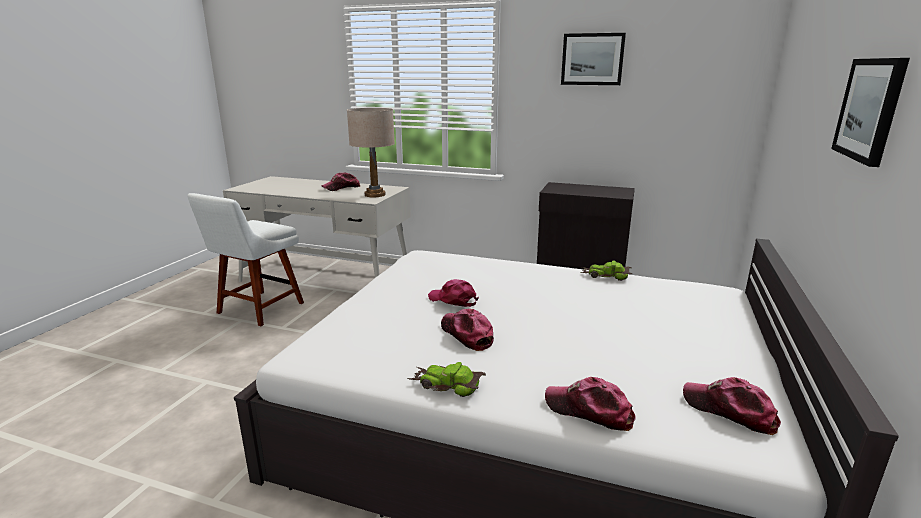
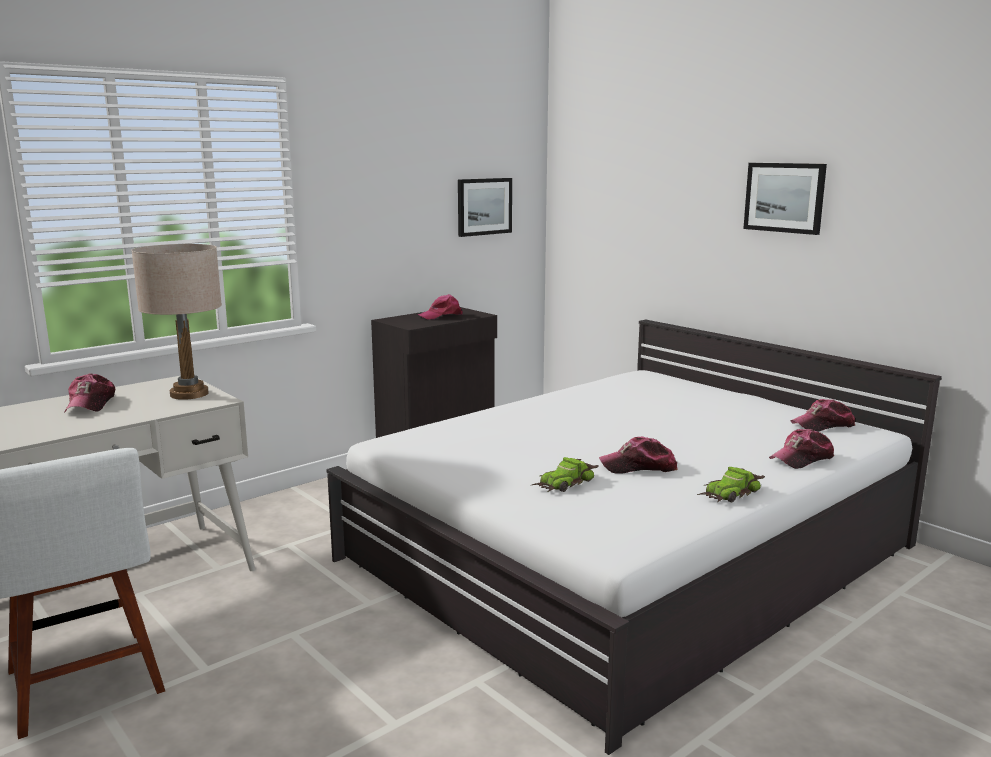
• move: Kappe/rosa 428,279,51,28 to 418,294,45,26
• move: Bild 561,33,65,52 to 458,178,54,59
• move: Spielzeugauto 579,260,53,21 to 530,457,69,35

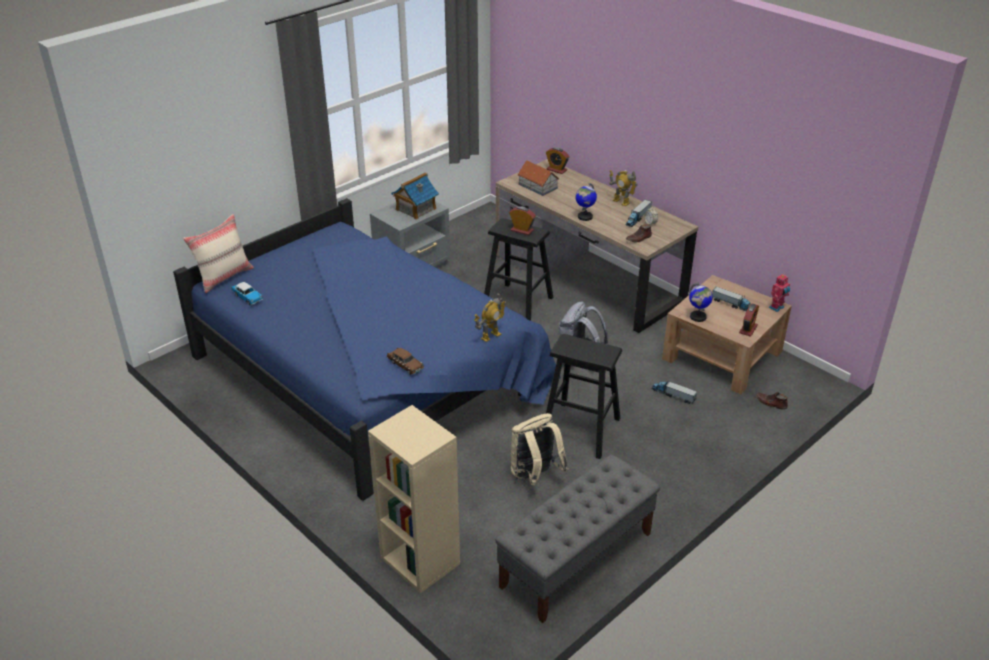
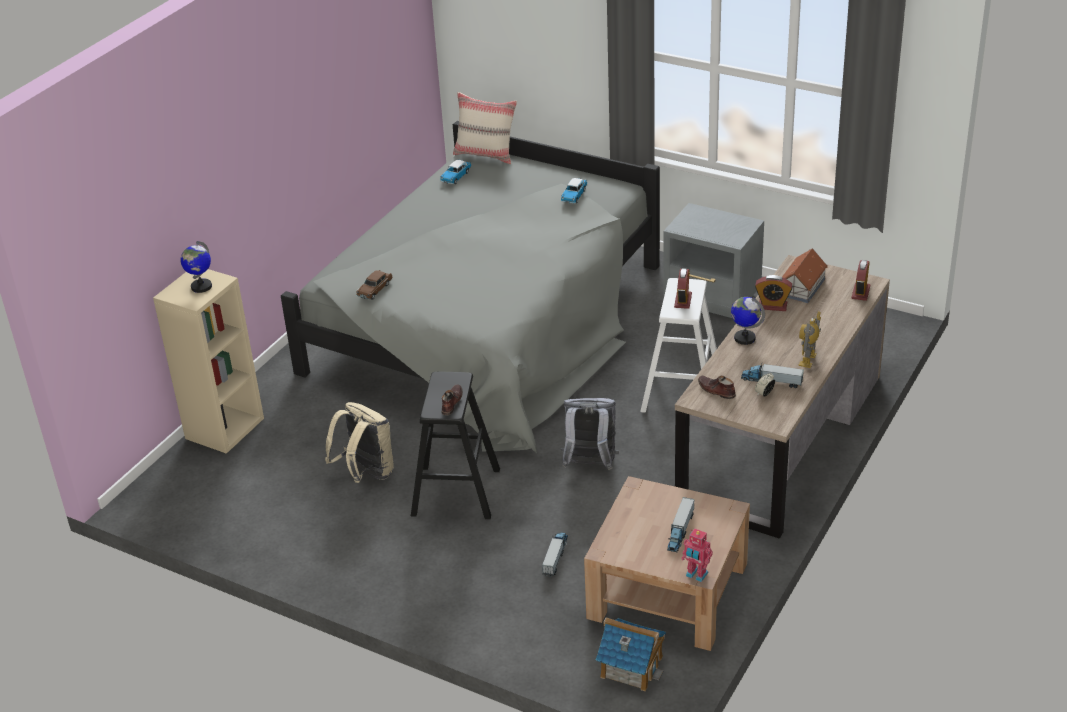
• move: Globus 689,283,24,39 to 181,241,31,52
• recolor: Bett/blau 173,198,387,303 to Bett/grau 281,121,379,333
• move: Schuh/braun 756,392,32,18 to 442,384,21,31
• insert: Spielzeugauto 561,178,27,26
• move: Spielzeughaus 391,173,48,47 to 596,617,70,74
• recolor: Hocker/schwarz 484,218,69,103 to Hocker/weiß 640,278,77,135
• move: Wecker 739,304,20,33 to 755,275,38,36
• delete: Spielzeugroboter 474,293,33,49
• delete: Bank/grau 495,454,165,169

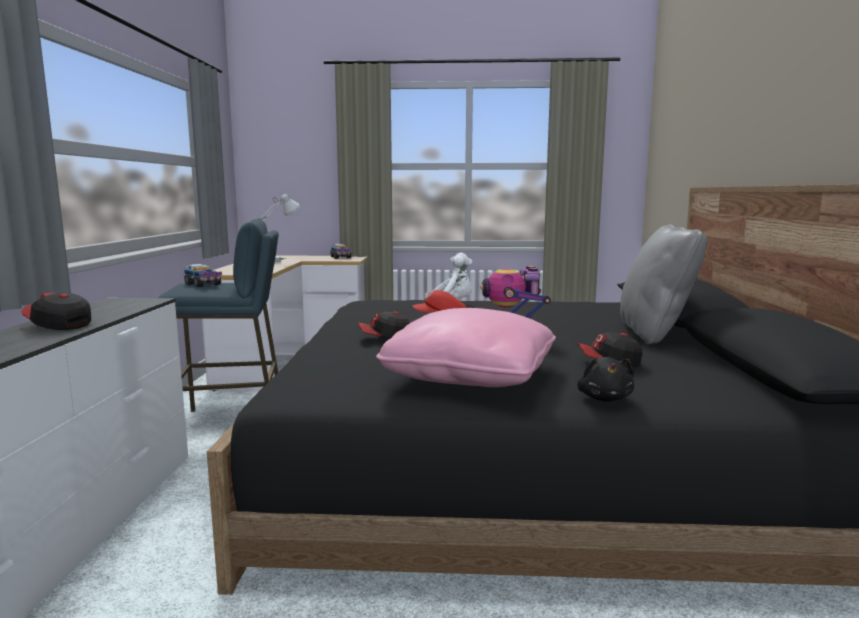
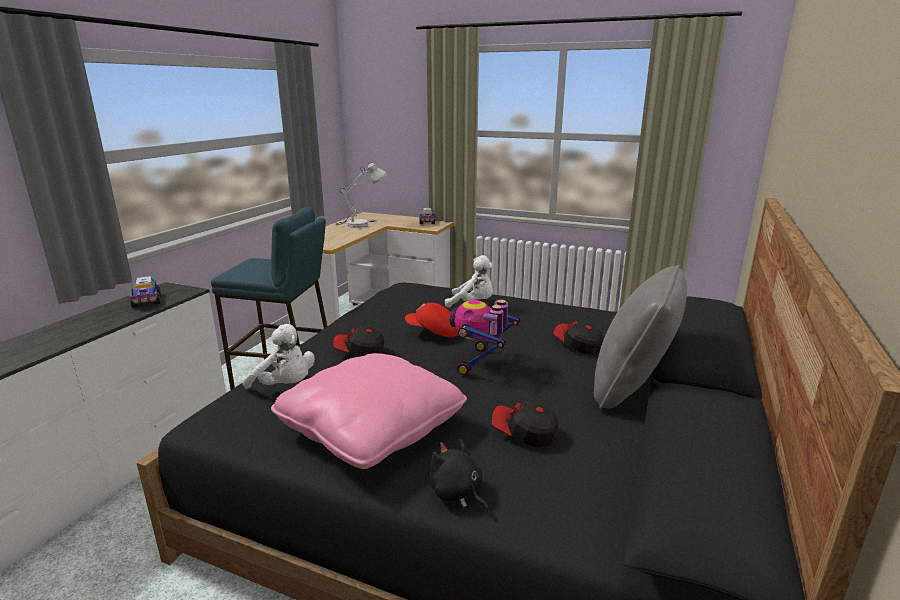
• move: Spielzeuglaster 184,264,38,23 to 130,276,31,32
• insert: Plüschtier/weiß 242,324,73,65
• rotate: Plüschtier/schwarz 577,357,57,44 = 429,439,60,74 120 degrees clockwise
• move: Kappe 21,293,70,37 to 553,321,50,33

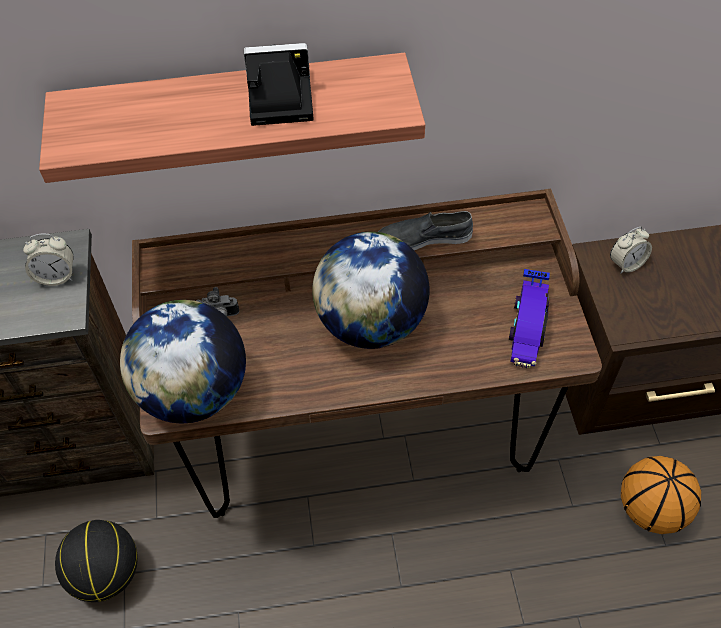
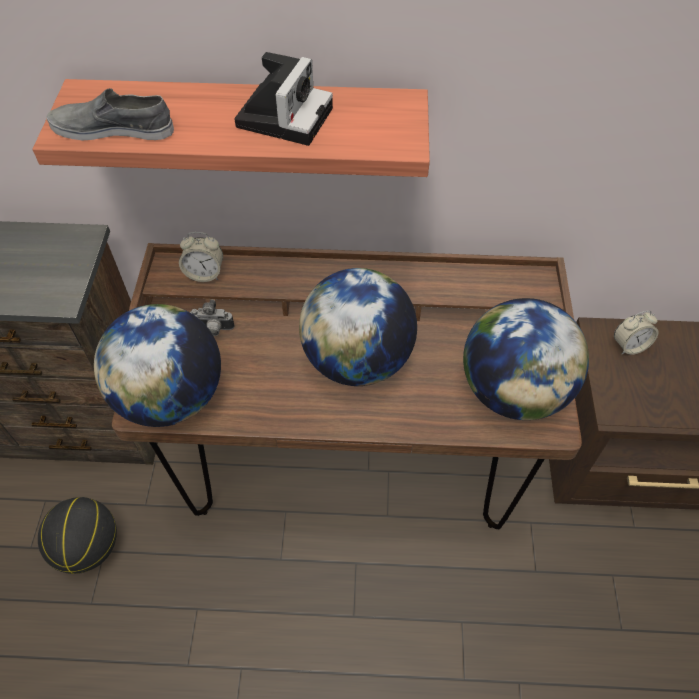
• move: Schuh/grau 378,211,95,39 to 46,88,128,52
• move: Wecker 23,234,51,52 to 179,232,44,50
• rotate: Kamera 244,43,70,83 = 235,52,98,94 105 degrees clockwise
• replace: Spielzeugauto 509,269,41,99 to Globus 463,298,126,122
• delete: Basketball 621,456,80,78

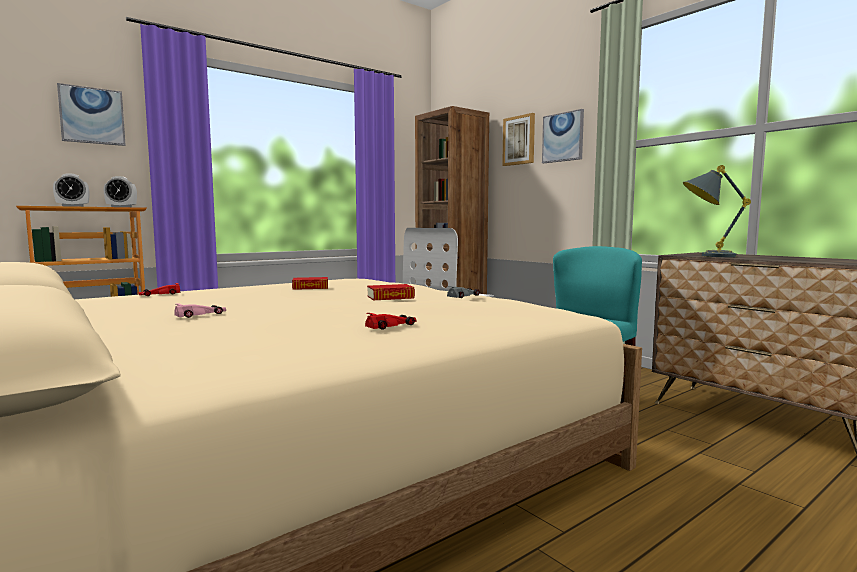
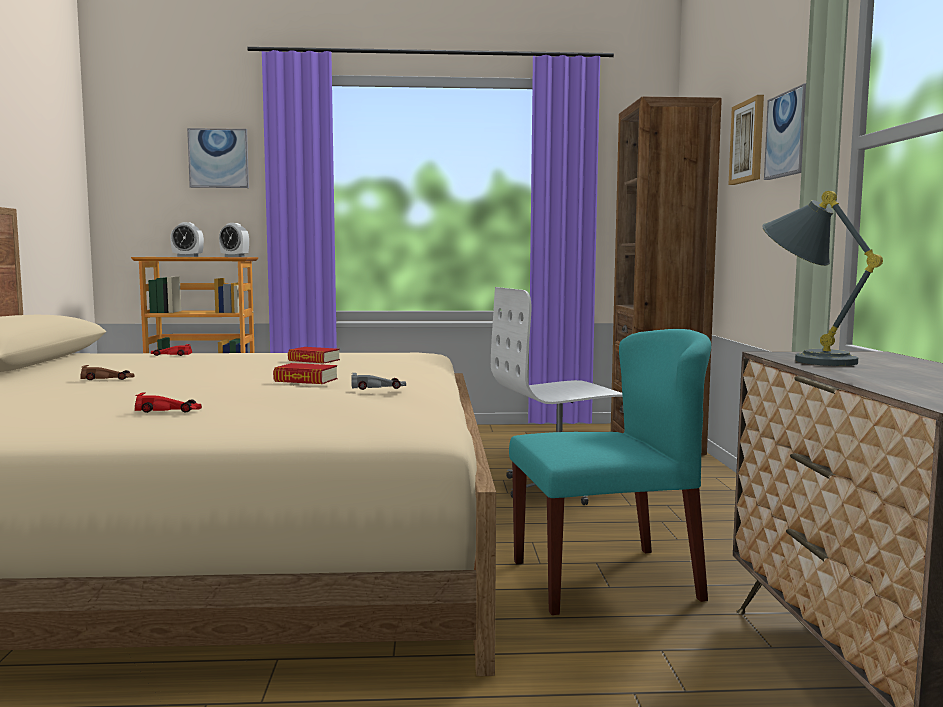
• recolor: Spielzeugauto/rosa 174,303,52,15 to Spielzeugauto/braun 80,365,55,15

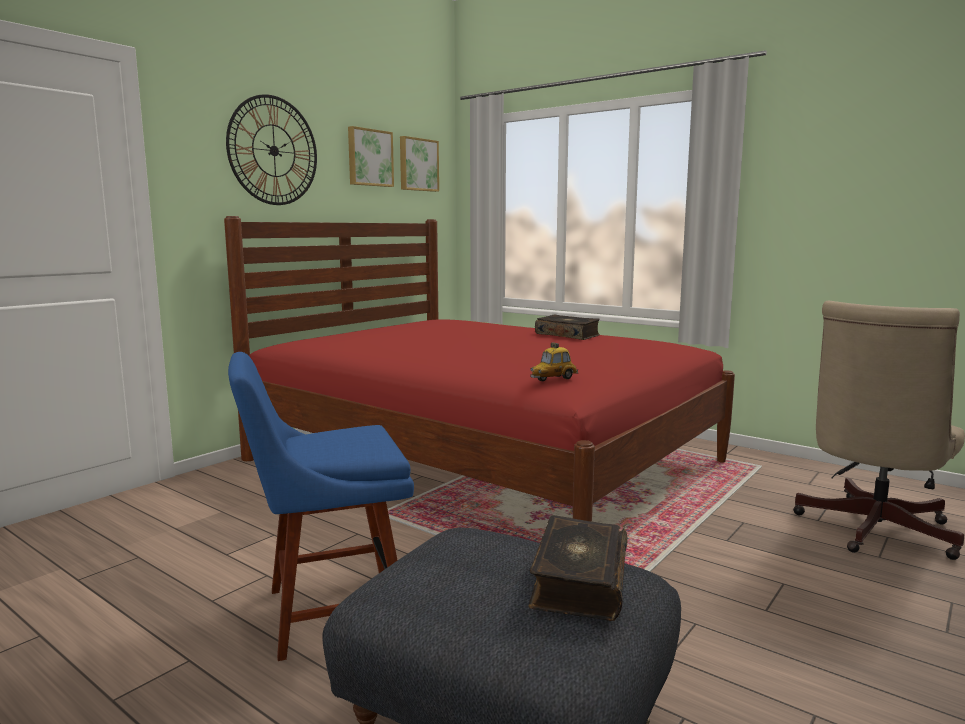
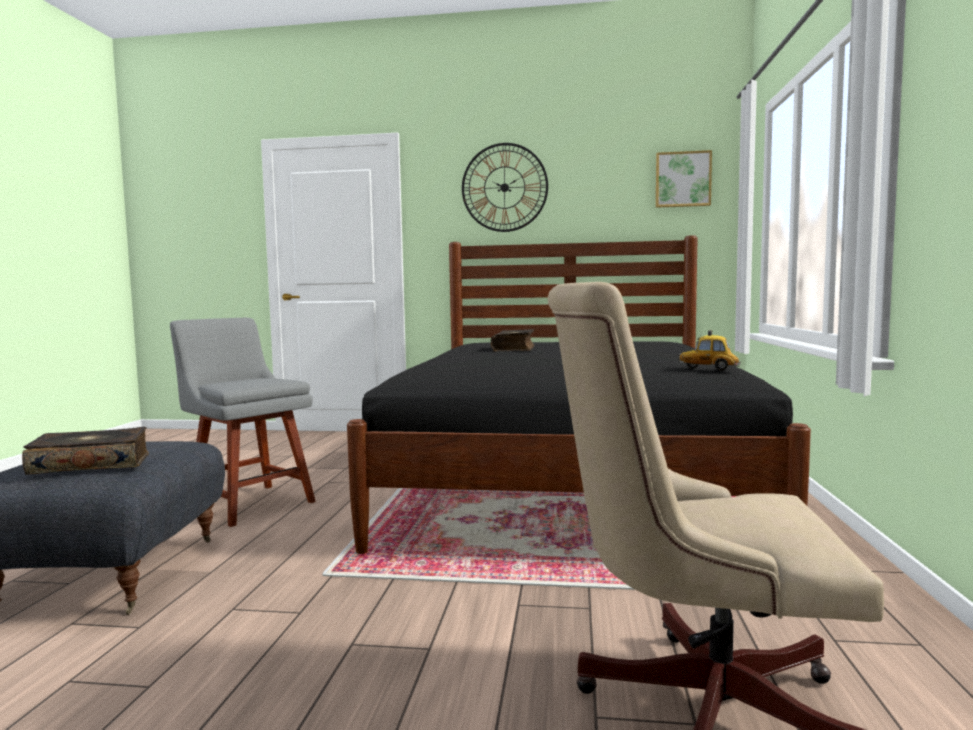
• recolor: Stuhl/blau 228,352,186,309 to Stuhl/grau 170,318,146,209
• recolor: Bett/rot 224,216,511,306 to Bett/schwarz 347,235,464,319
• move: Buch 535,315,65,25 to 491,329,44,22
• move: Spielzeugauto 530,342,48,39 to 679,330,61,40
• delete: Bild 348,126,46,61

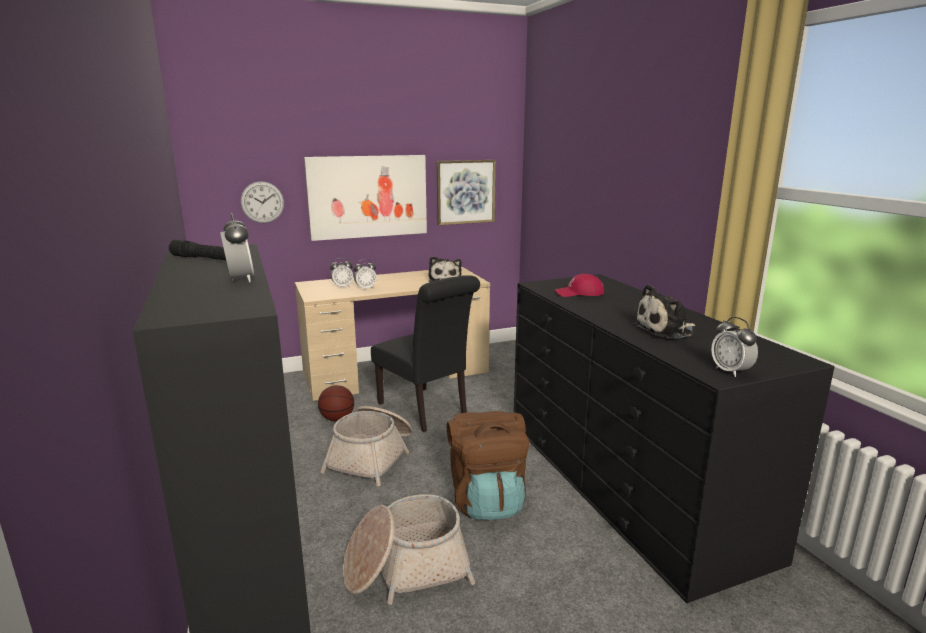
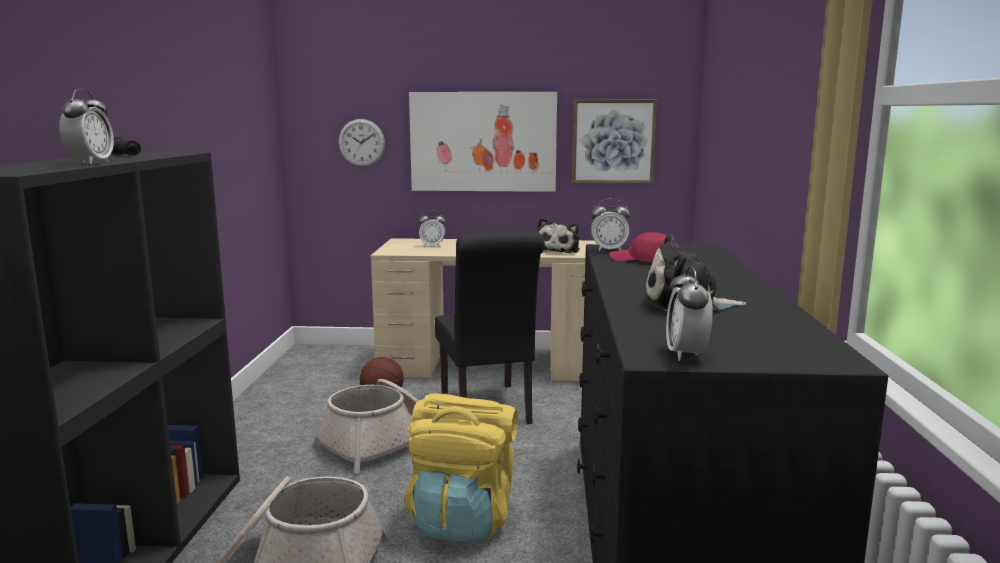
• recolor: Rucksack/braun 447,411,83,109 to Rucksack/gelb 405,393,113,149
• move: Wecker 354,259,23,31 to 591,199,39,52

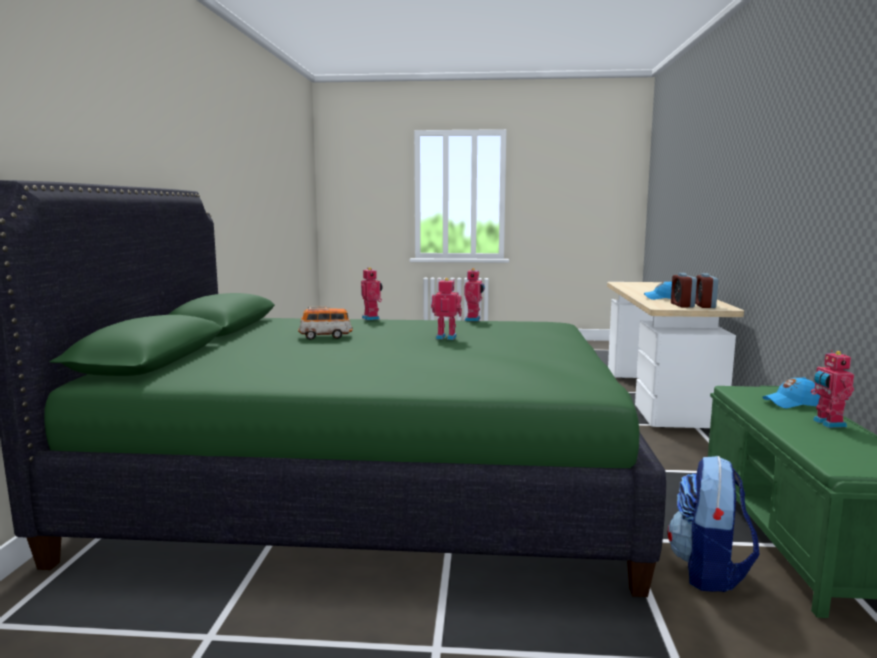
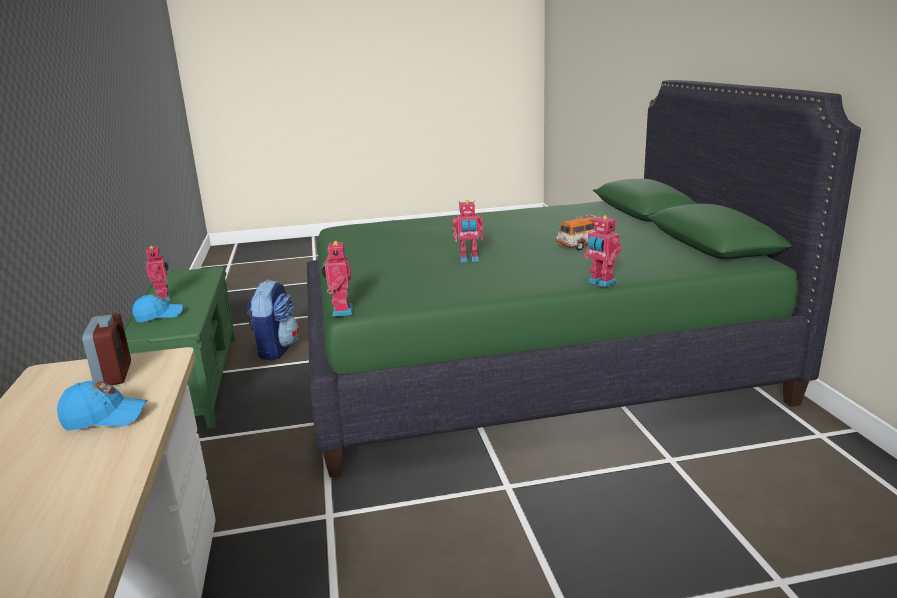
• move: Spielzeugroboter 464,268,21,53 to 321,240,32,76
• delete: Wecker 695,273,23,35

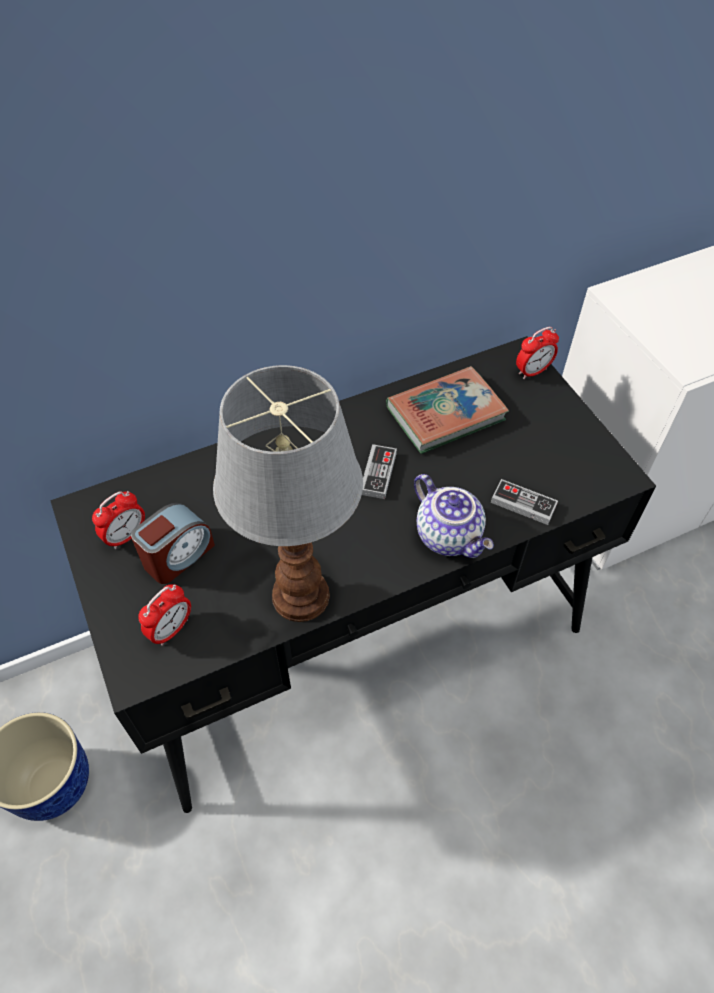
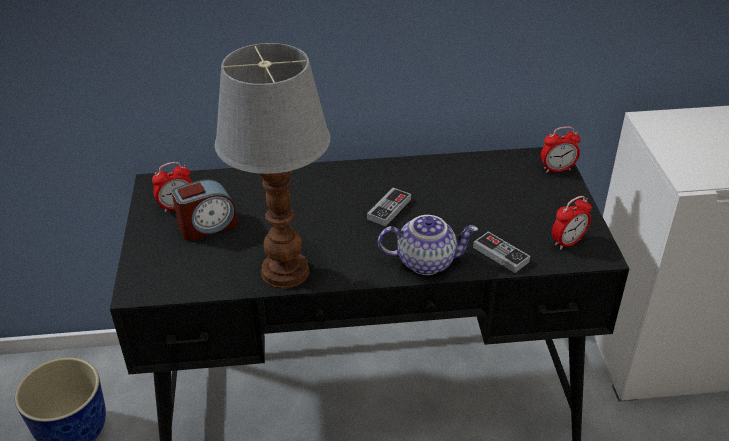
• rotate: Teekanne 414,474,80,84 = 378,215,100,60 75 degrees counterclockwise
• move: Wecker 138,584,53,62 to 552,196,40,54
• delete: Buch 386,366,123,88

